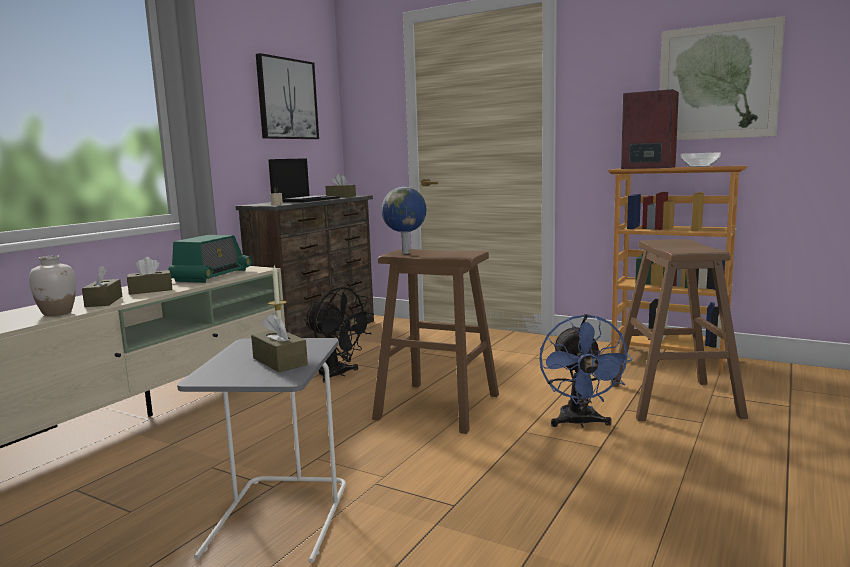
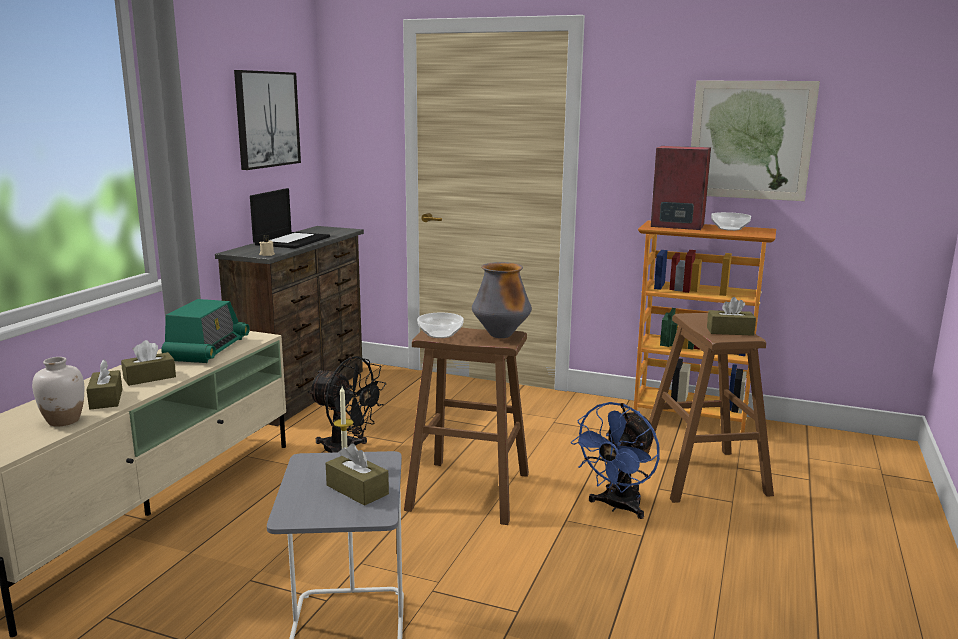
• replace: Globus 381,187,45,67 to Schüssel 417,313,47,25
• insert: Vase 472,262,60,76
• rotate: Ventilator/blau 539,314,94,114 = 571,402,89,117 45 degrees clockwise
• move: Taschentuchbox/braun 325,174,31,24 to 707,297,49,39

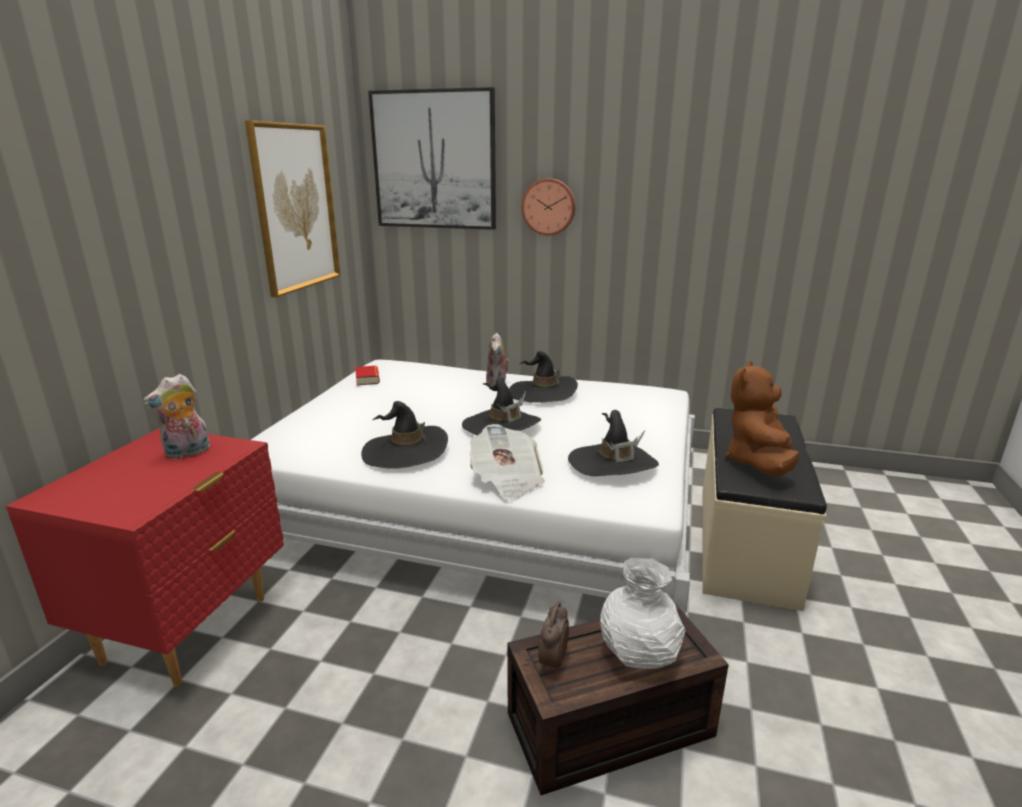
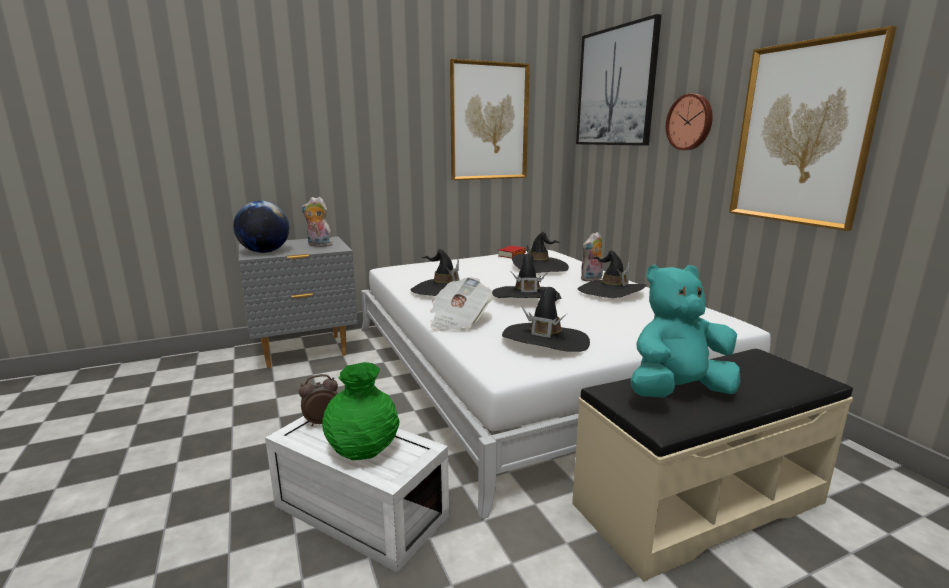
• insert: Globus 233,201,56,52
• recolor: Nachttisch/rot 6,428,278,258 to Nachttisch/grau 239,236,119,132
• recolor: Aufbewahrungsbox/braun 507,601,222,194 to Aufbewahrungsbox/weiß 265,416,184,157
• recolor: Vase/weiß 600,558,86,111 to Vase/grün 322,362,77,98
• insert: Hut/schwarz 512,231,57,42
• recolor: Plüschtier/braun 725,361,74,115 to Plüschtier/türkis 631,265,110,132
• insert: Bild 729,26,168,205

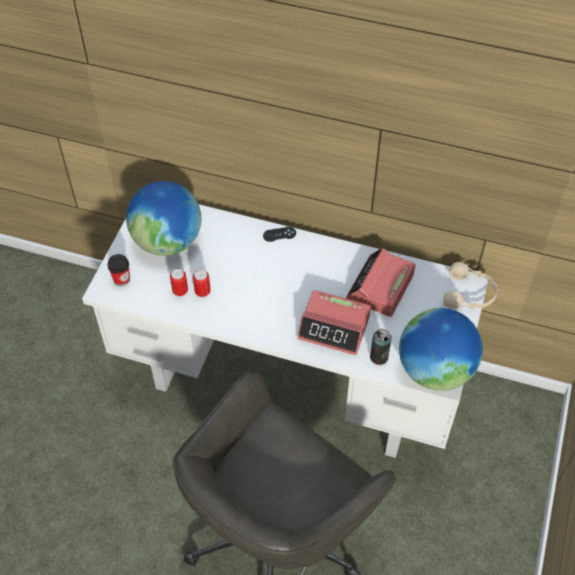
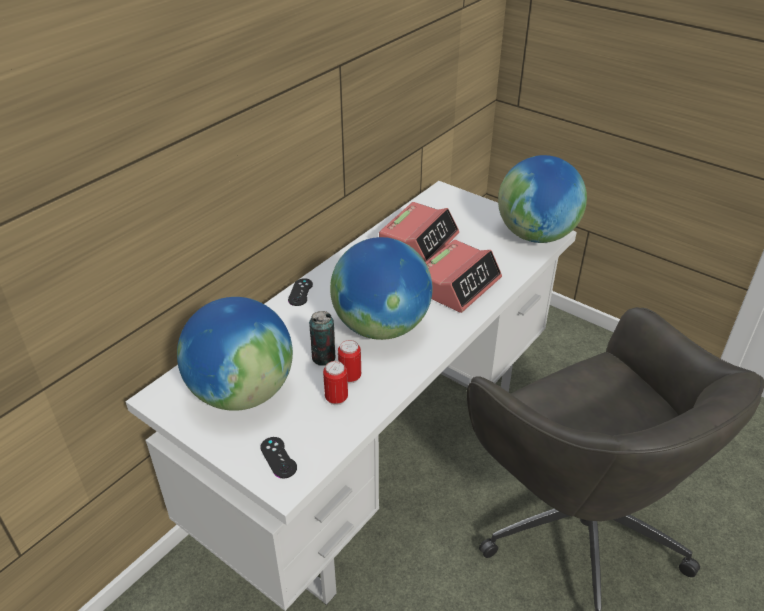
• replace: Tasse 107,254,23,32 to Gamepad/schwarz 260,437,37,42
• move: Dose 370,329,21,36 to 309,311,27,55
• insert: Globus 330,237,103,103
• rotate: Wecker 346,248,69,69 = 379,202,80,60 105 degrees counterclockwise
• delete: Kopfhörer/beige 443,262,55,48

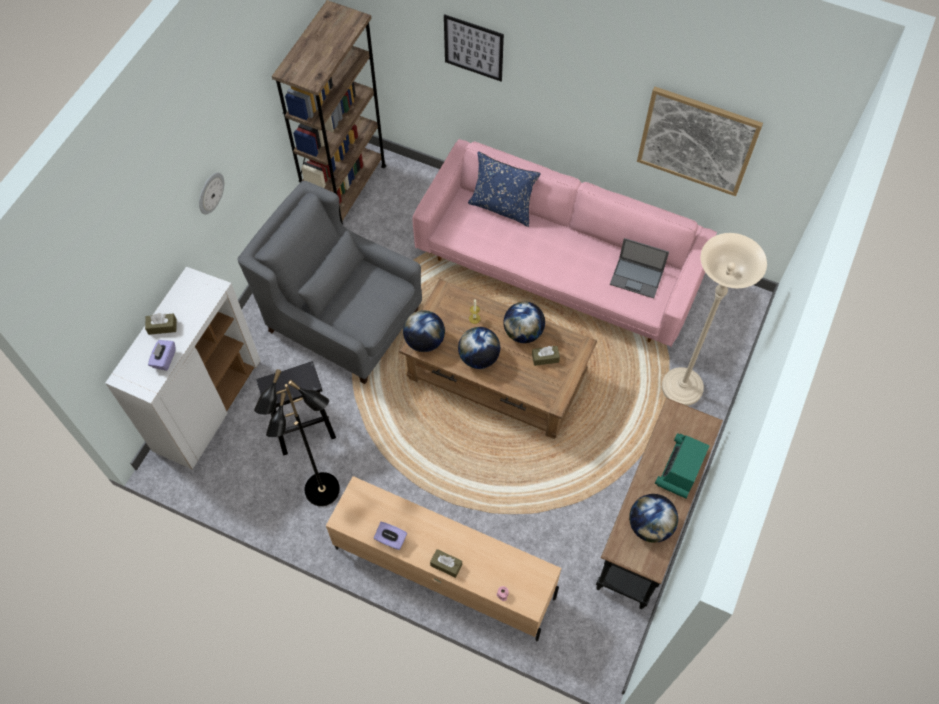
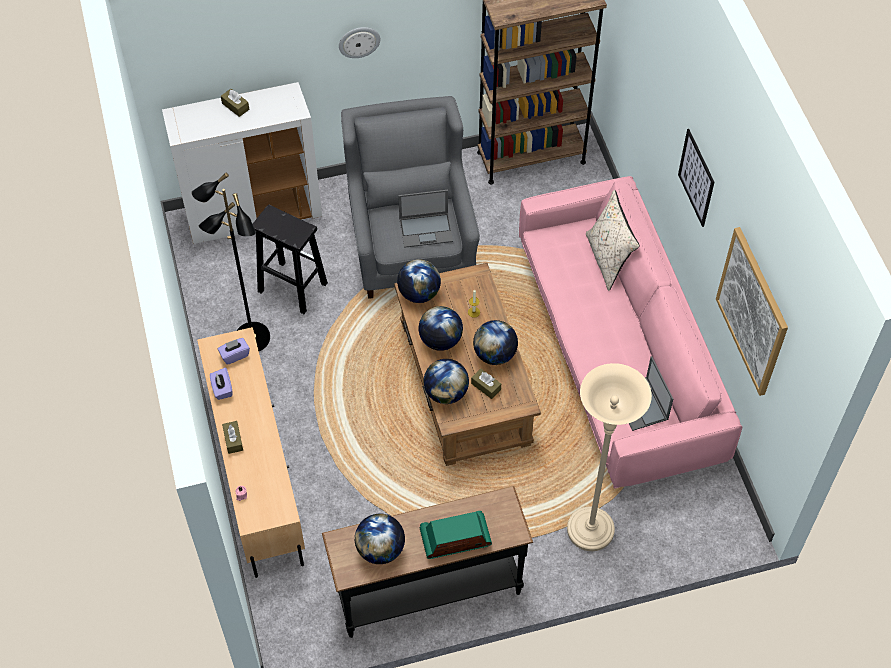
• move: Taschentuchbox/lila 148,340,28,31 to 218,338,32,27
• insert: Laptop 398,190,55,58
• insert: Globus 424,359,45,45
• recolor: Kissen/blau 468,151,73,76 to Kissen/beige 586,190,54,101
• move: Bild 444,14,60,67 to 678,129,36,98

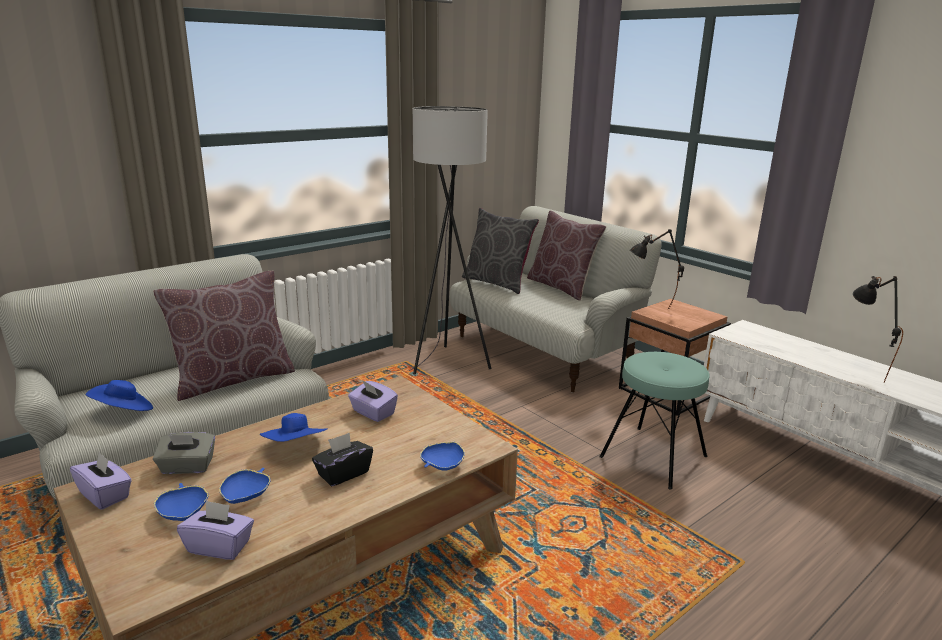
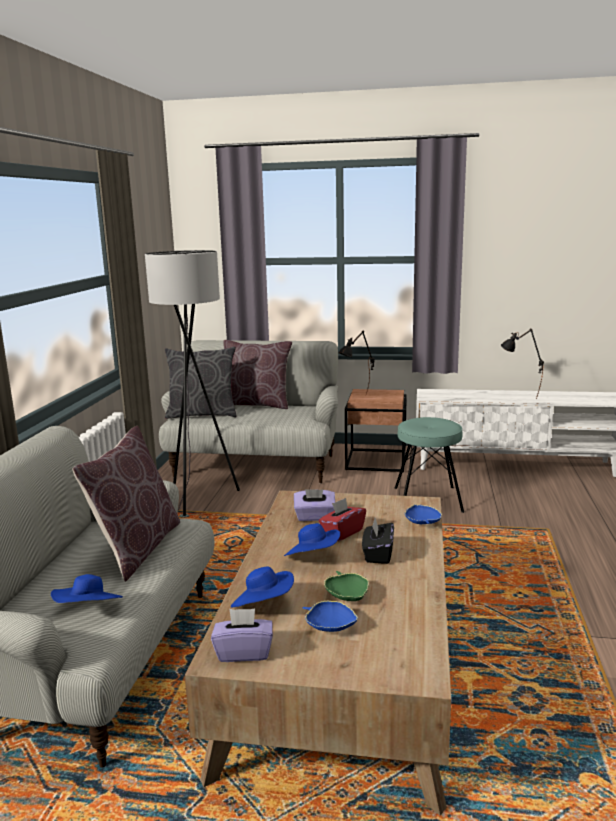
• replace: Taschentuchbox/grau 153,432,62,42 to Hut/blau 231,566,63,42
• insert: Taschentuchbox/rot 319,498,47,43
• recolor: Schüssel/blau 219,468,52,36 to Schüssel/grün 324,571,45,30
• delete: Taschentuchbox/lila 177,500,77,60

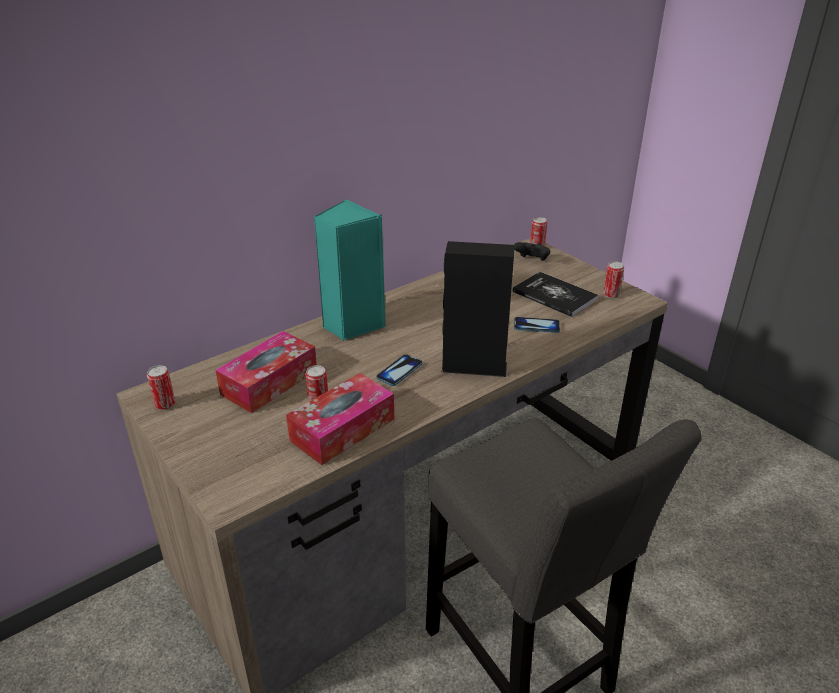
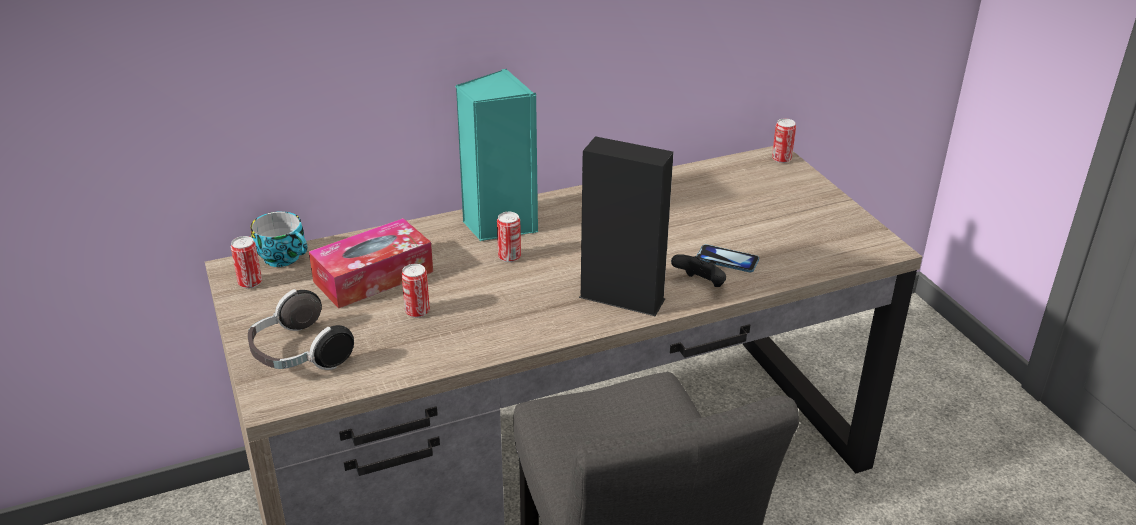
• insert: Kopfhörer 248,289,106,81
• insert: Tasse 251,211,57,56
• move: Dose 603,261,21,37 to 497,212,24,50
• move: Gamepad/schwarz 514,242,36,19 to 671,254,55,33
• delete: Taschentuchbox 286,373,108,92
• delete: Handy 376,354,47,32
• delete: Buch 513,272,85,45

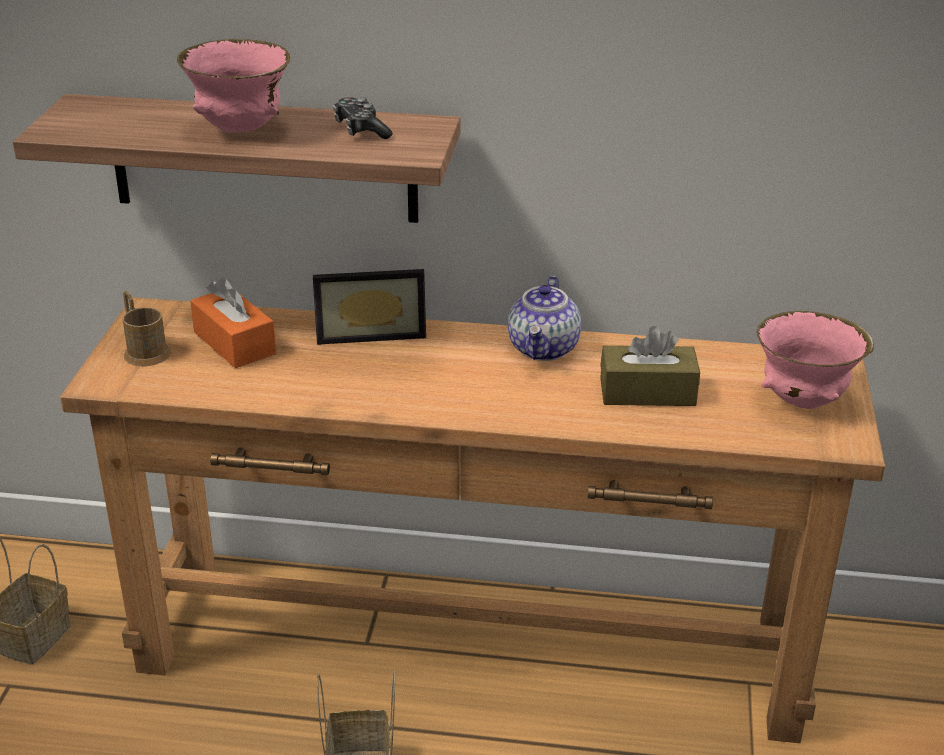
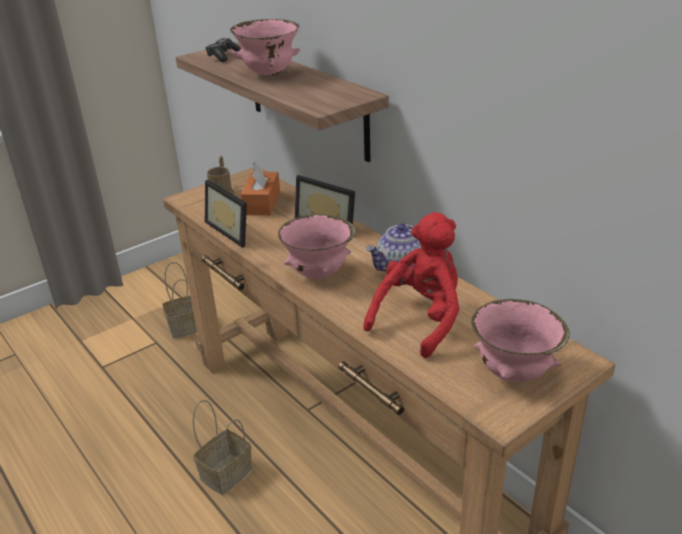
• insert: Bilderrahmen 205,180,42,68
• move: Gamepad 333,97,60,42 to 206,38,35,24
• insert: Schüssel/rosa 278,214,77,65
• replace: Taschentuchbox/braun 600,326,100,80 to Plüschtier/rot 363,212,97,146

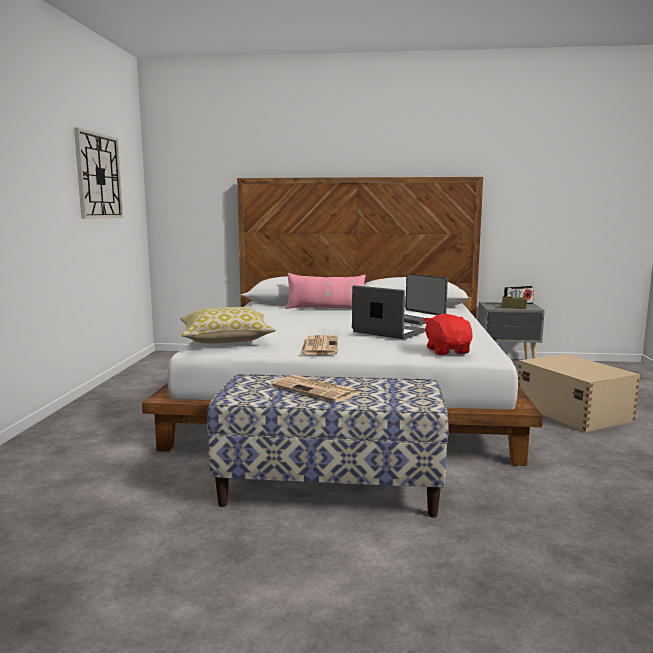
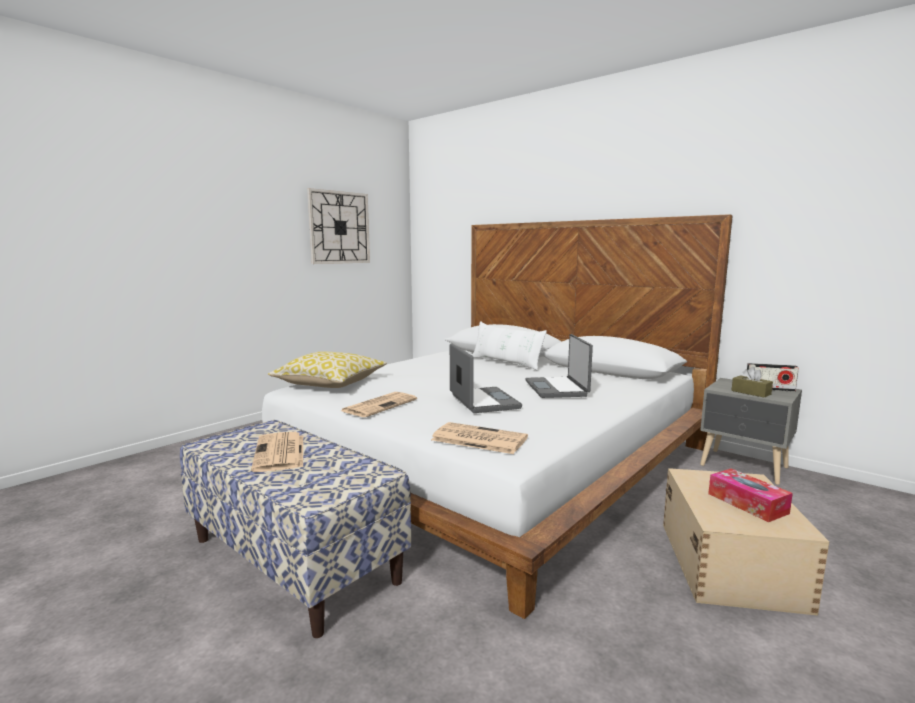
• replace: Plüschtier/rot 423,314,50,41 to Zeitung 431,422,97,32
• recolor: Kissen/rosa 285,273,81,36 to Kissen/weiß 472,321,75,50
• insert: Taschentuchbox 708,468,85,54

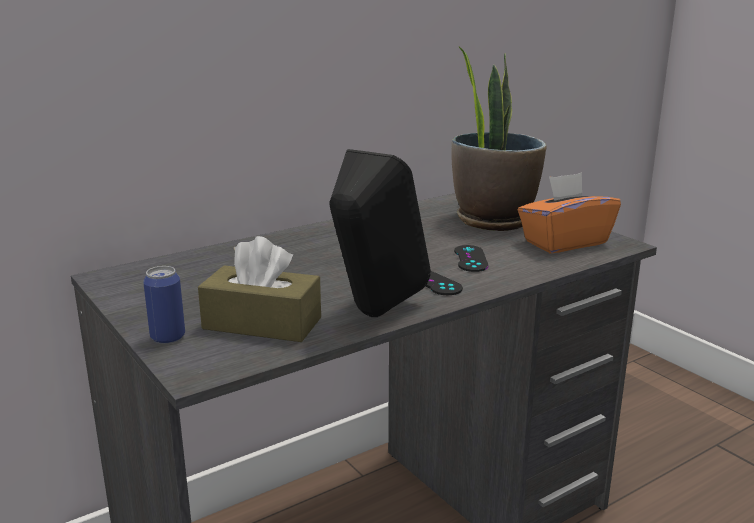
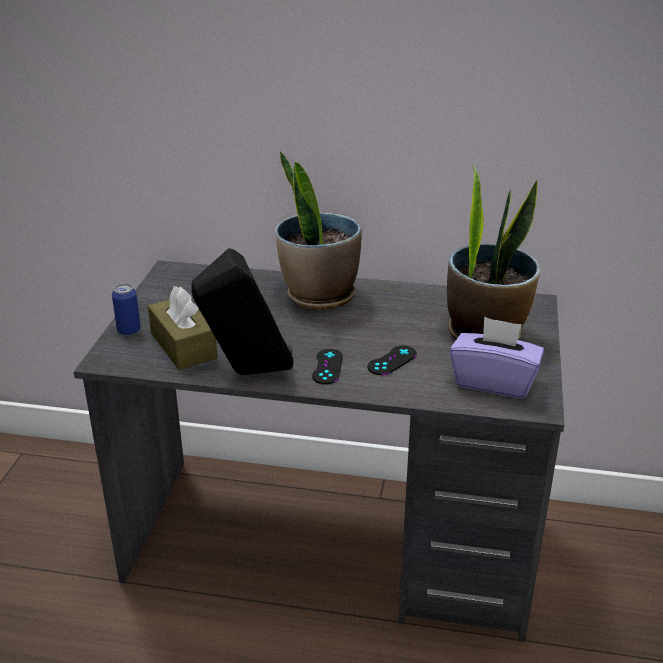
• insert: Topfpflanze 275,151,87,159
• recolor: Taschentuchbox/orange 518,172,103,81 to Taschentuchbox/lila 450,317,94,82

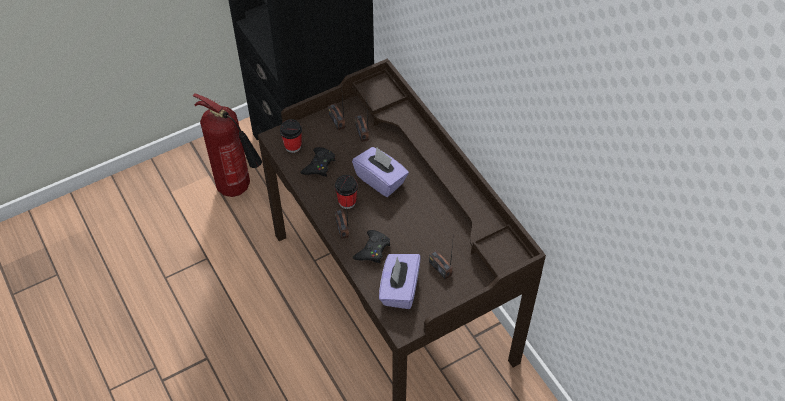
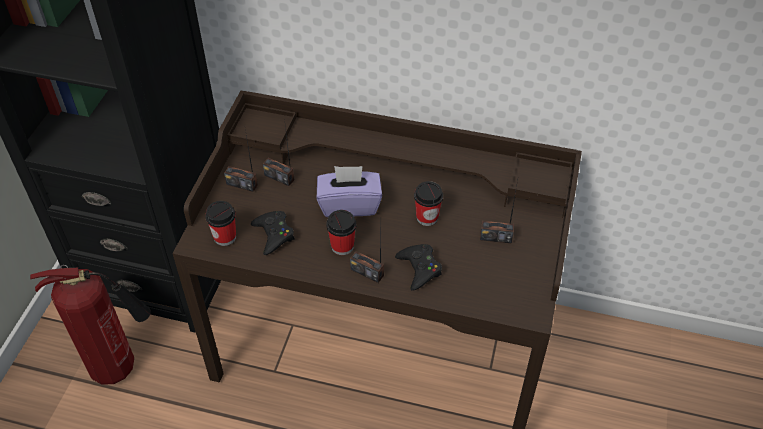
• insert: Tasse 414,181,29,45
• delete: Taschentuchbox/lila 379,254,42,55

